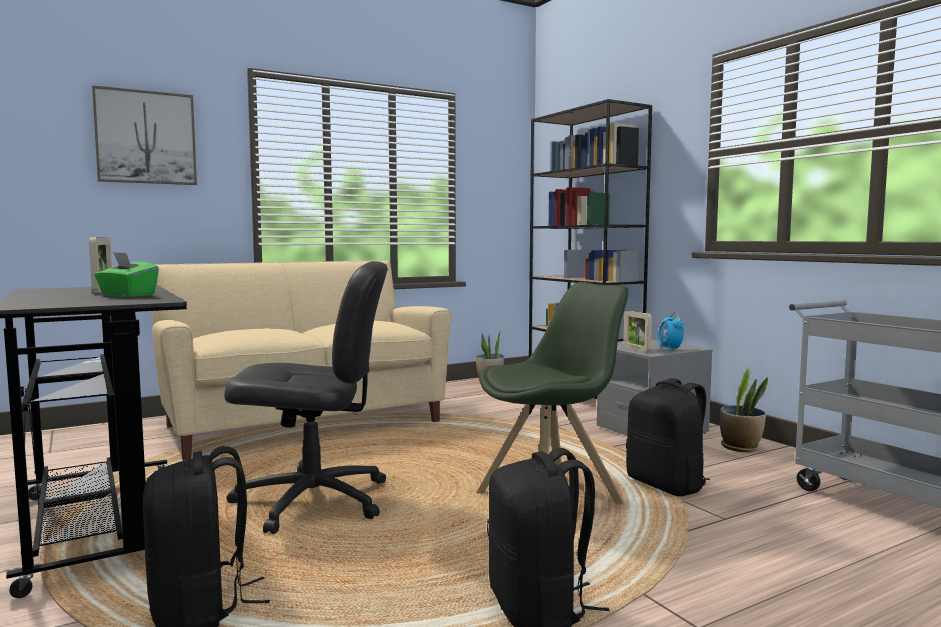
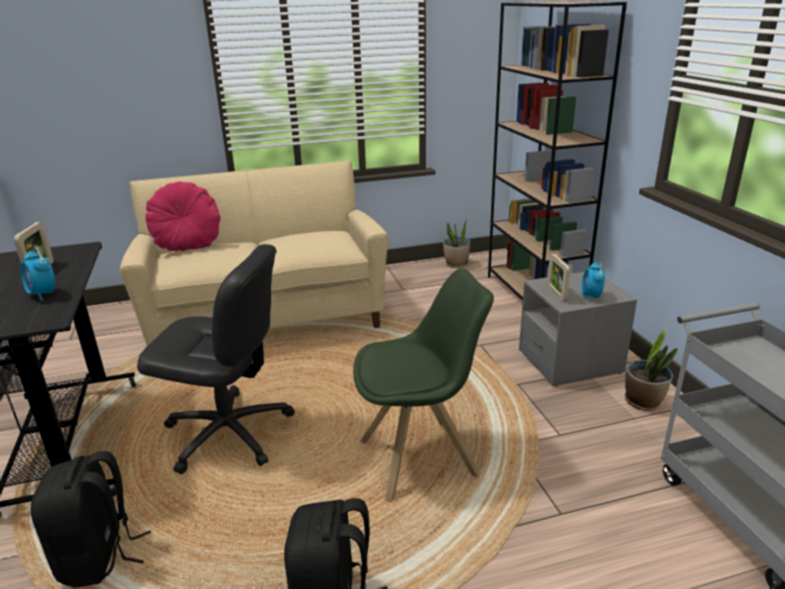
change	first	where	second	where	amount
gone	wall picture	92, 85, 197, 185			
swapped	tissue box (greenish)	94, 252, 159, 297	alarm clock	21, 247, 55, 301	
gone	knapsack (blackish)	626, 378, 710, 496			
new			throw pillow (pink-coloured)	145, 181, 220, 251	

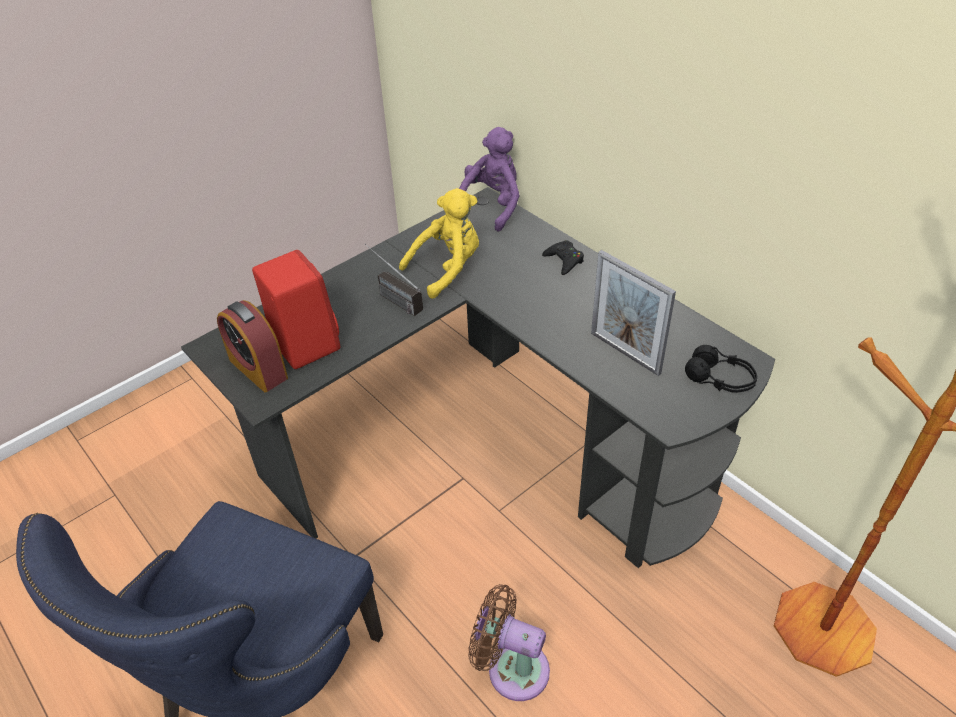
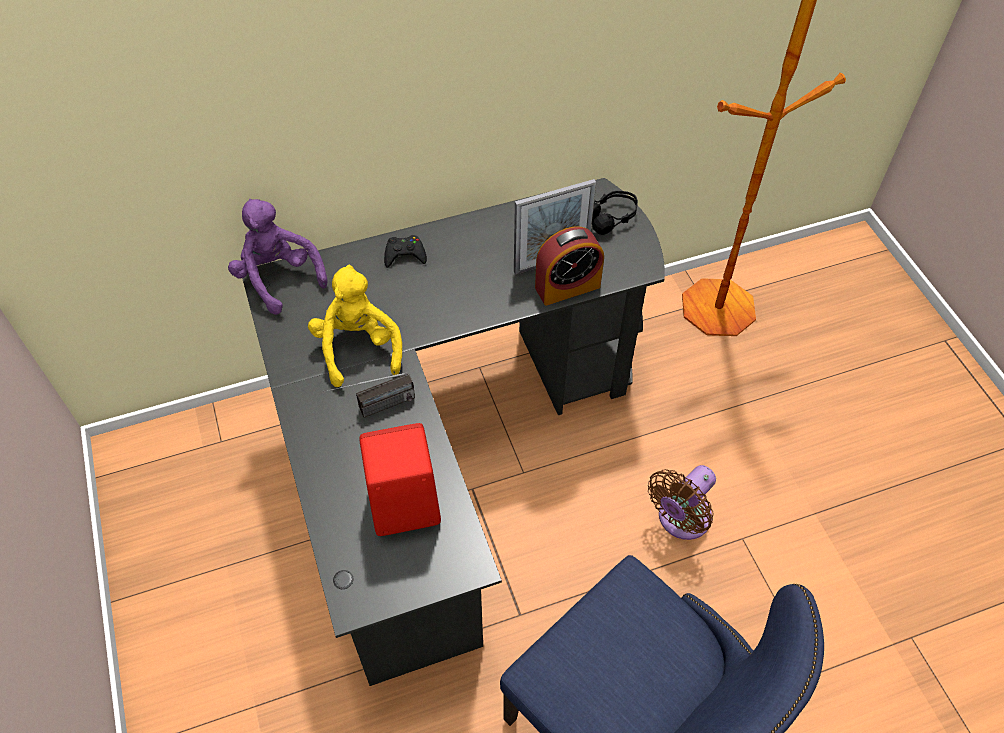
change	first	where	second	where	amount
shifted	alarm clock	217, 300, 288, 392		535, 227, 604, 305	

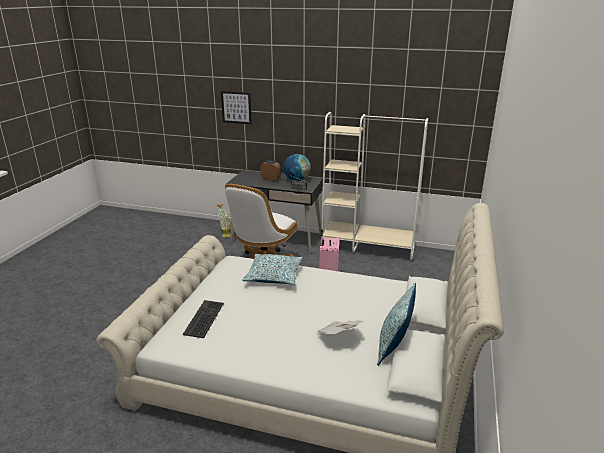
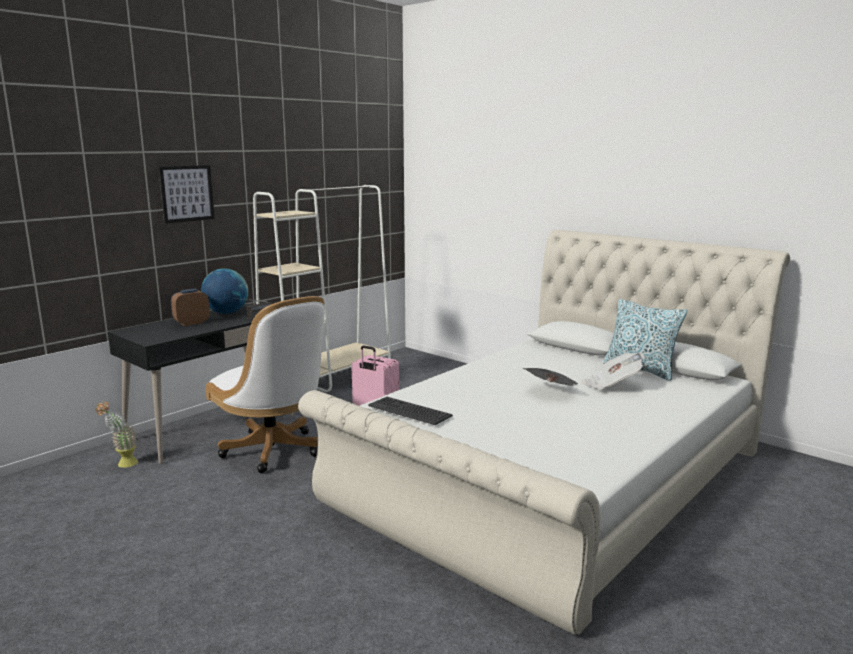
change	first	where	second	where	amount
shifted	wall picture	221, 91, 252, 124		159, 165, 215, 224	
gone	throw pillow	243, 254, 302, 285			
shifted	computer keyboard	183, 300, 224, 338		368, 397, 453, 425	
new			daily paper	523, 368, 578, 386	

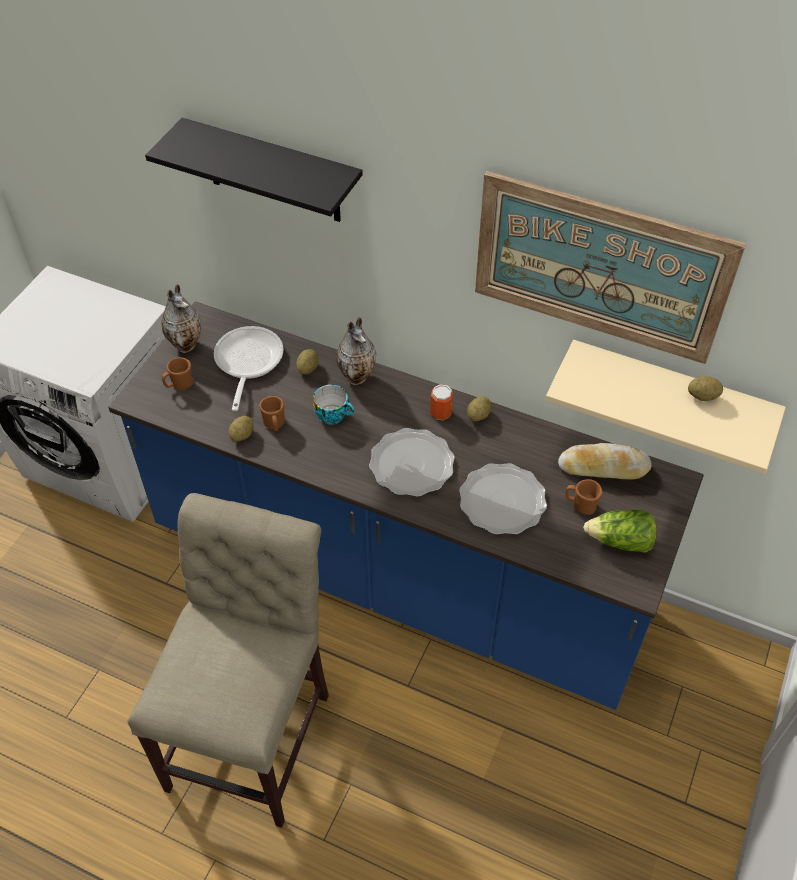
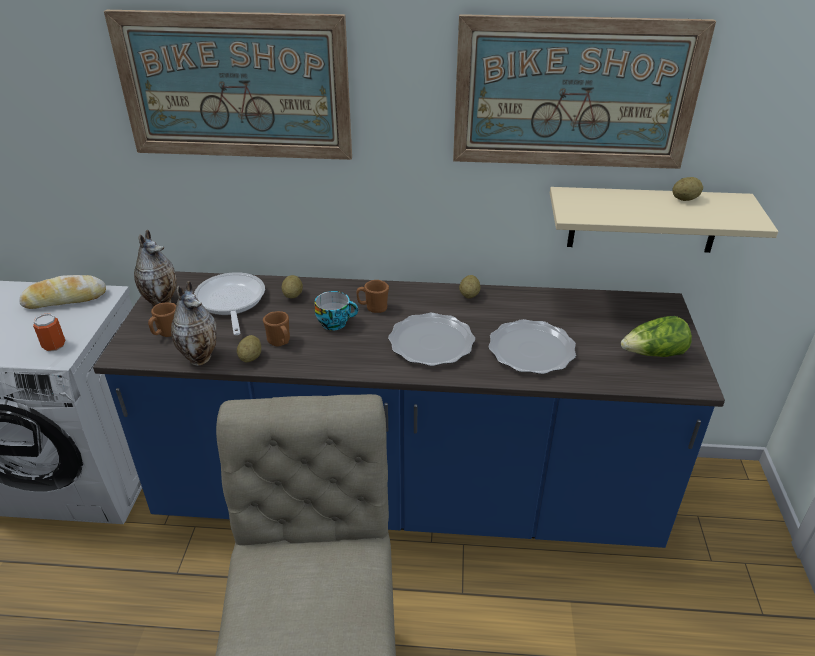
change	first	where	second	where	amount
swapped	wall shelf (blackish)	145, 118, 363, 222	wall picture	104, 10, 352, 160	
shifted	flower vase	336, 318, 377, 385		171, 281, 217, 366	
shifted	can	430, 384, 453, 420		33, 313, 65, 352	
shifted	baked bread	558, 443, 652, 479		19, 275, 106, 309	
shifted	mug (brown)	566, 479, 603, 515		357, 280, 389, 313	

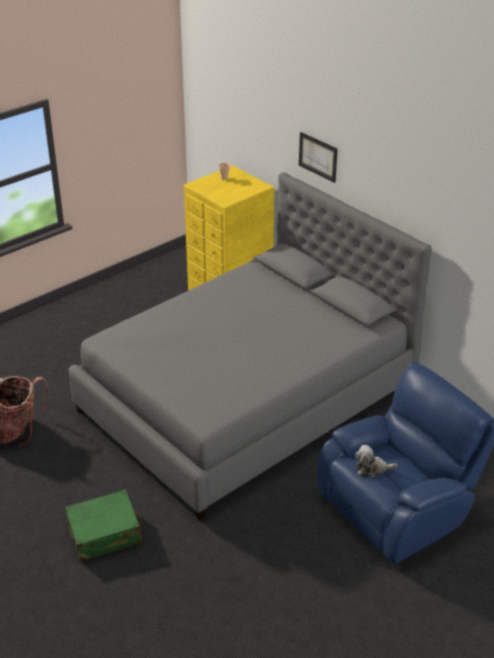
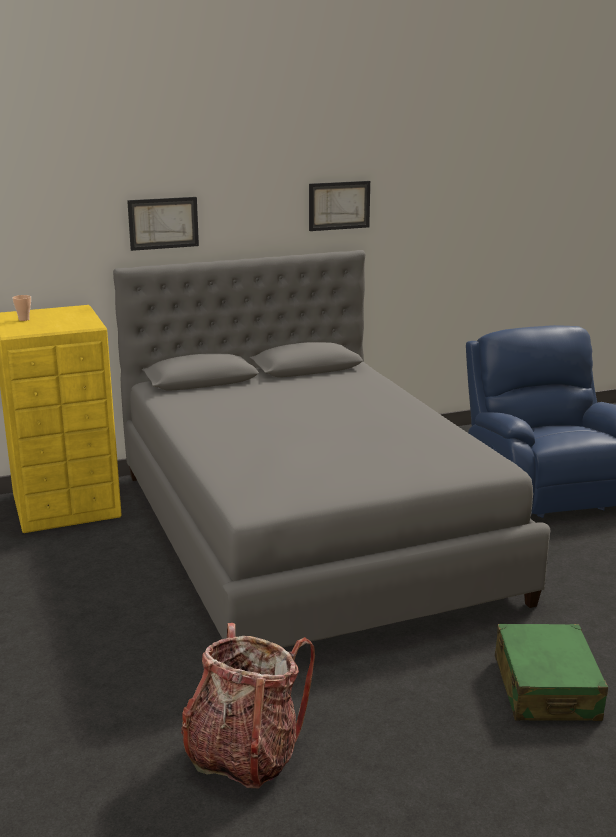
change	first	where	second	where	amount
gone	plush toy	355, 445, 398, 478			
new			wall picture	309, 181, 370, 231	

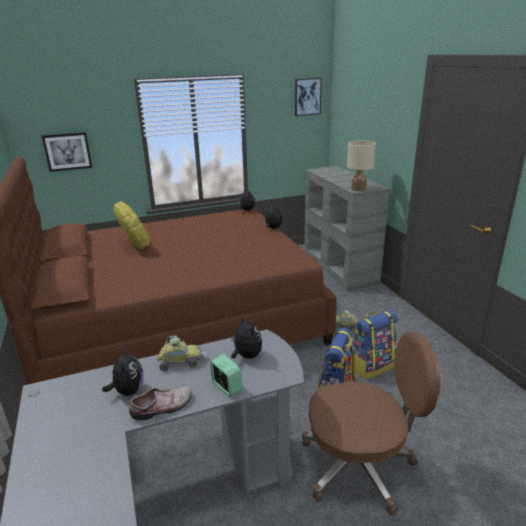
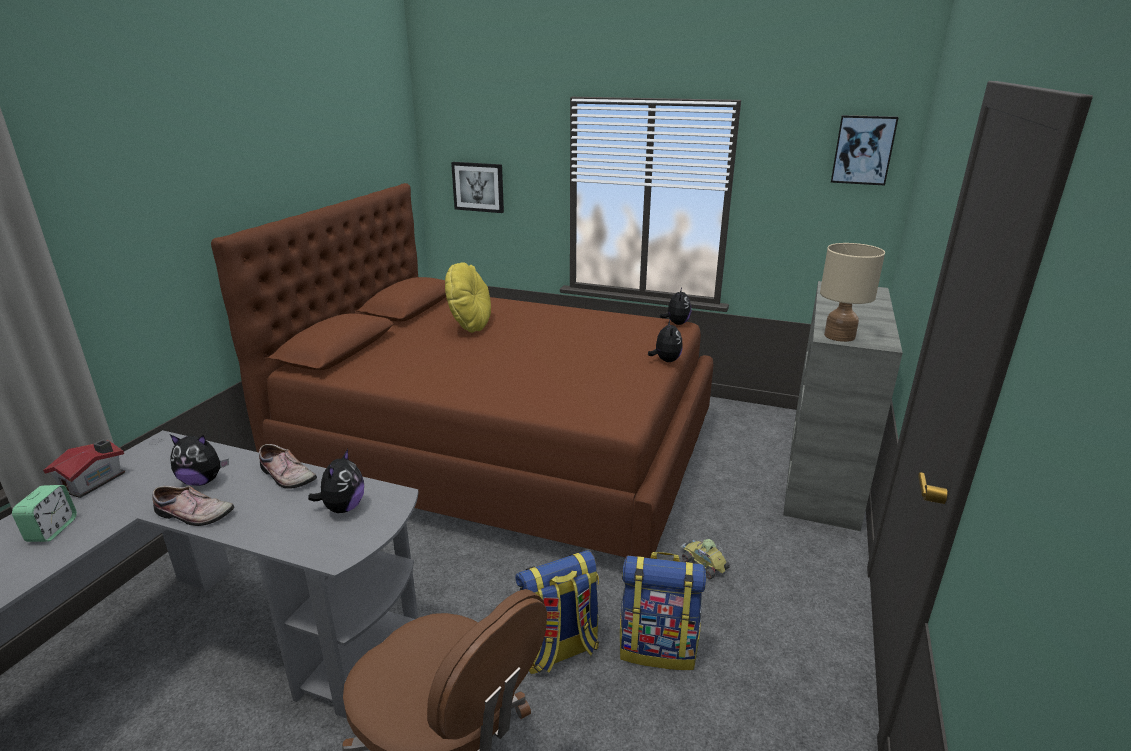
change	first	where	second	where	amount
swapped	toy car	157, 335, 206, 371	shoe	259, 444, 317, 489	
rotated	plush toy	102, 347, 144, 396		170, 435, 229, 486	60 degrees clockwise
shifted	alarm clock	210, 354, 243, 397		12, 485, 77, 542	
new			miniature house	43, 440, 125, 498	

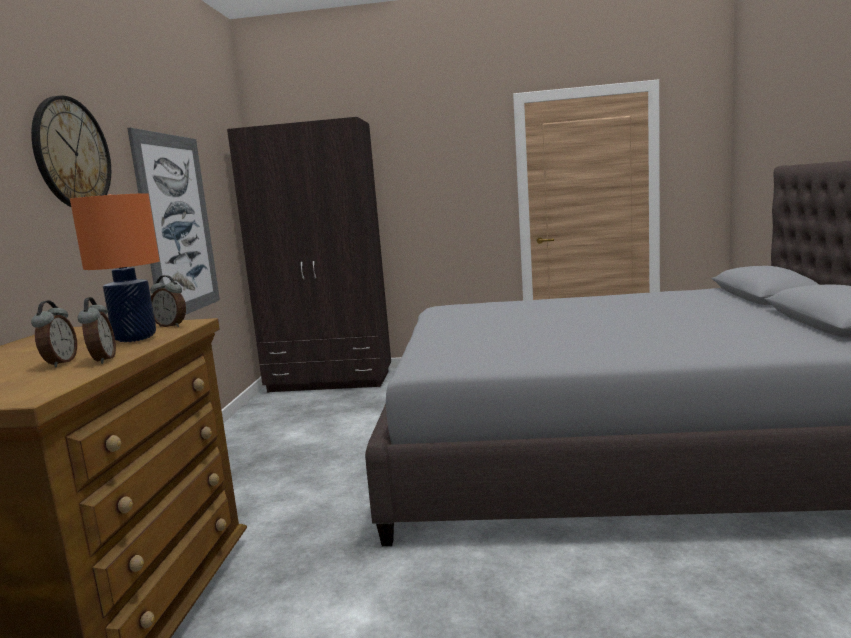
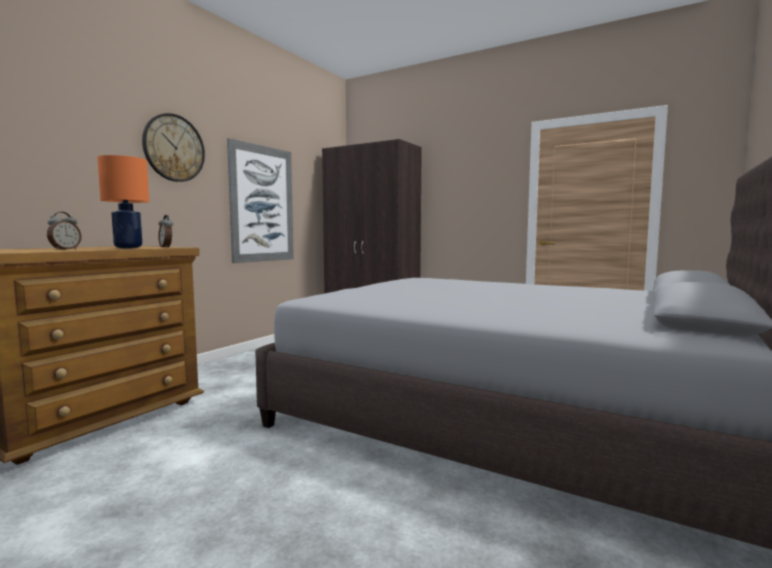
change	first	where	second	where	amount
gone	alarm clock	78, 297, 116, 364			

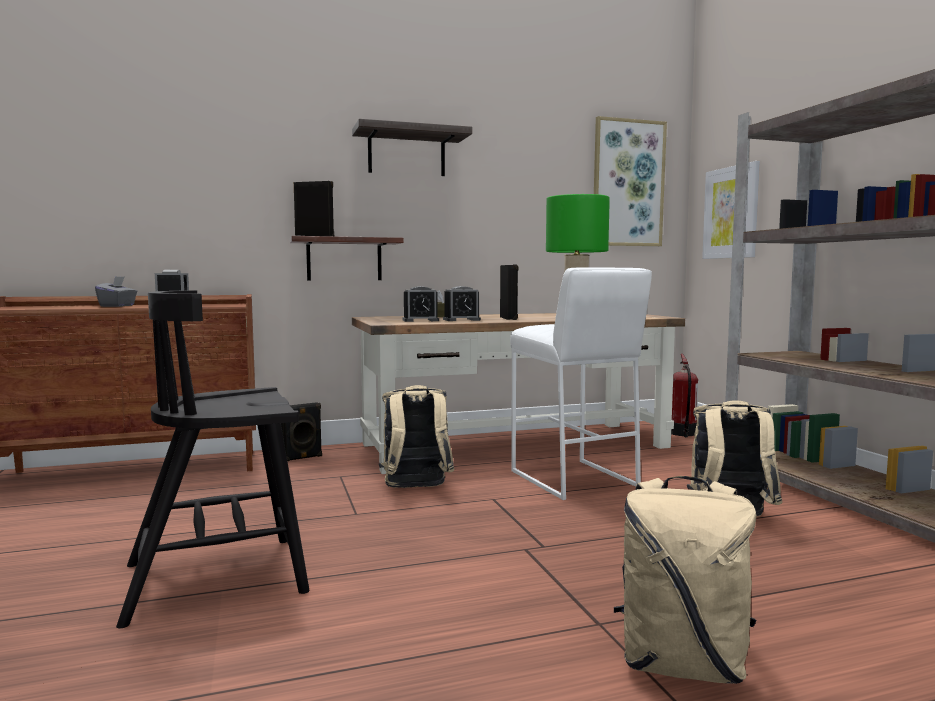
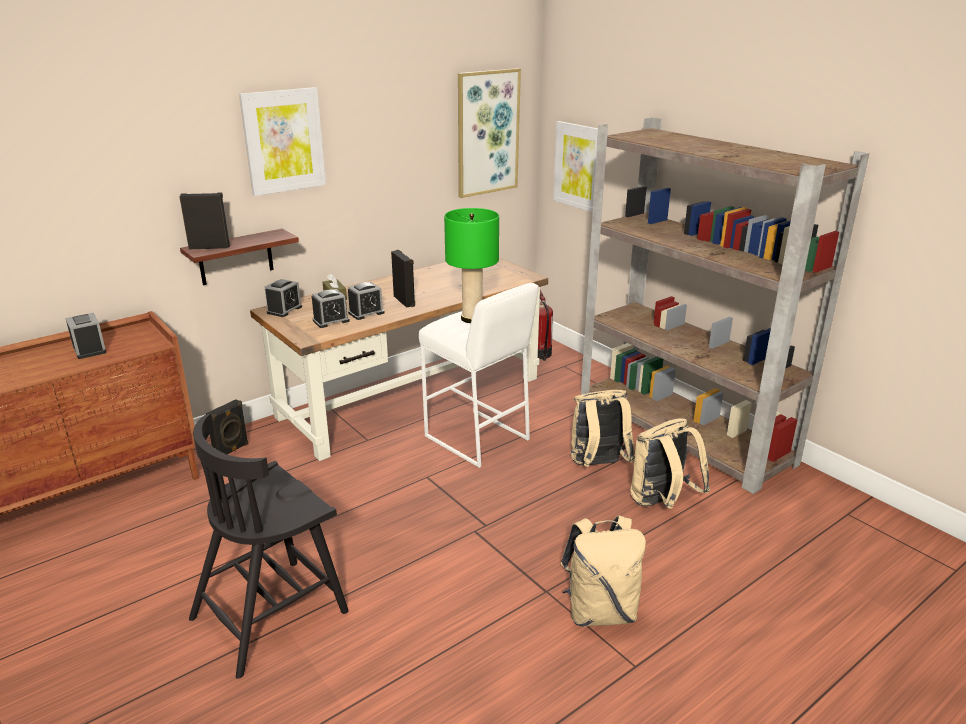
change	first	where	second	where	amount
swapped	wall shelf	352, 119, 472, 176	wall picture	239, 87, 326, 196	
gone	tissue box (gray)	95, 276, 137, 307			
shifted	knapsack (sand-coloured)	379, 385, 455, 488		631, 419, 710, 509	
new			alarm clock	265, 279, 302, 317	

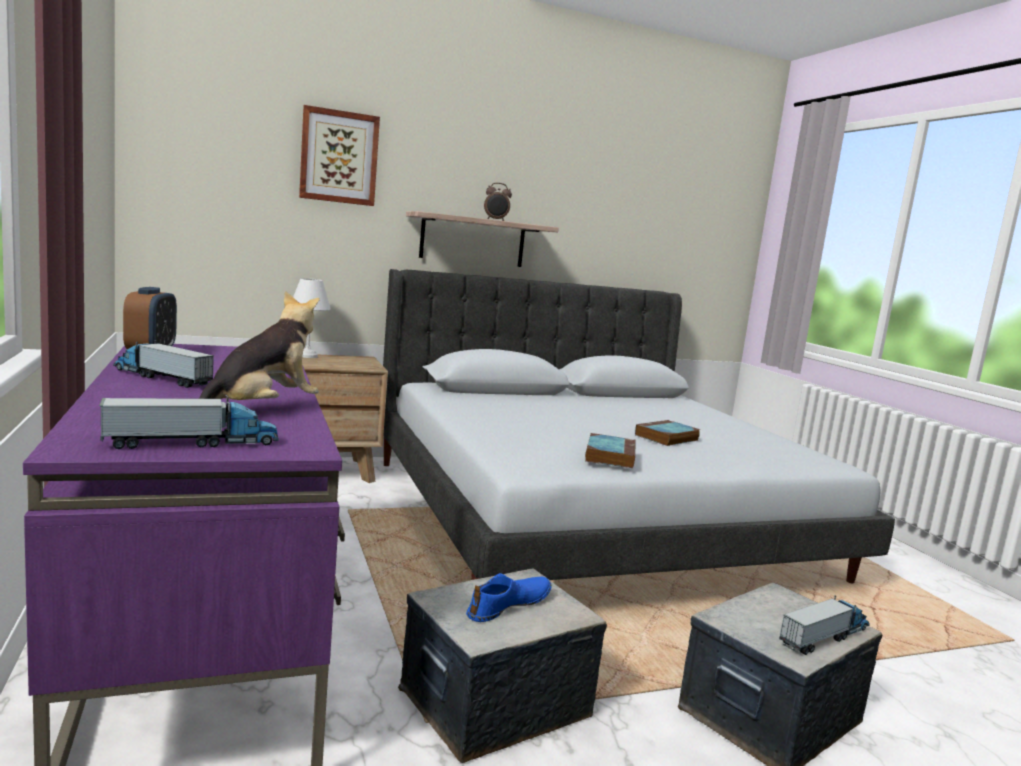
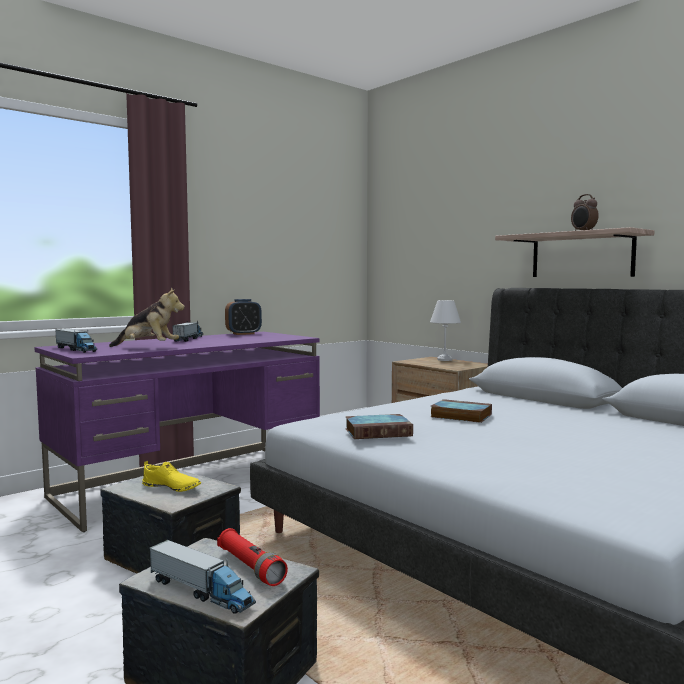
change	first	where	second	where	amount
gone	wall picture	299, 105, 380, 206			
shifted	book	635, 420, 700, 446		431, 399, 492, 423	
repainted	shoe (blue)	466, 573, 552, 622	shoe (yellow)	142, 460, 201, 492	
new			torch (reddish)	217, 528, 288, 586	

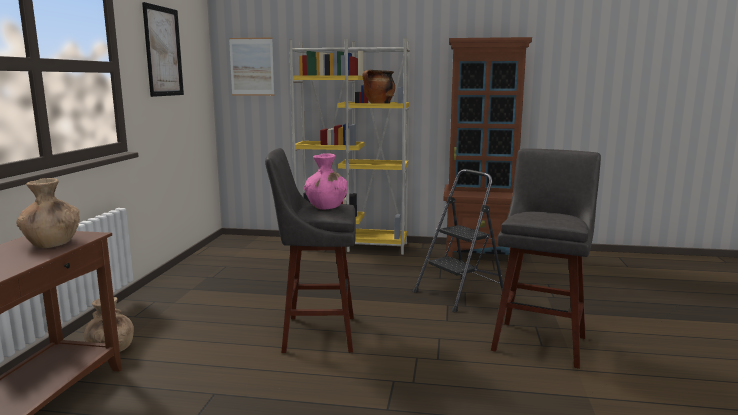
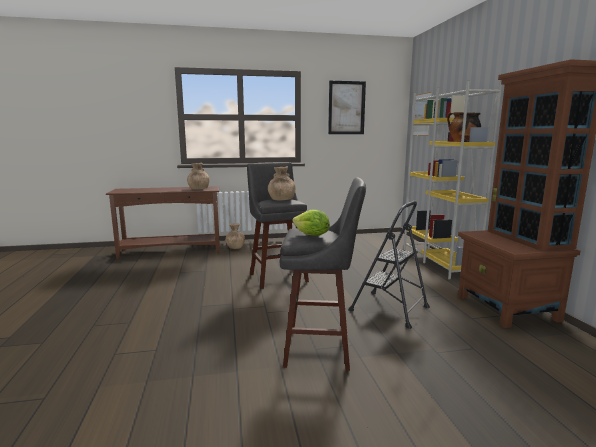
change	first	where	second	where	amount
repainted	flower vase (pink-coloured)	304, 153, 348, 209	flower vase (brown)	268, 167, 296, 201	
new			lettuce head	293, 210, 330, 236	

